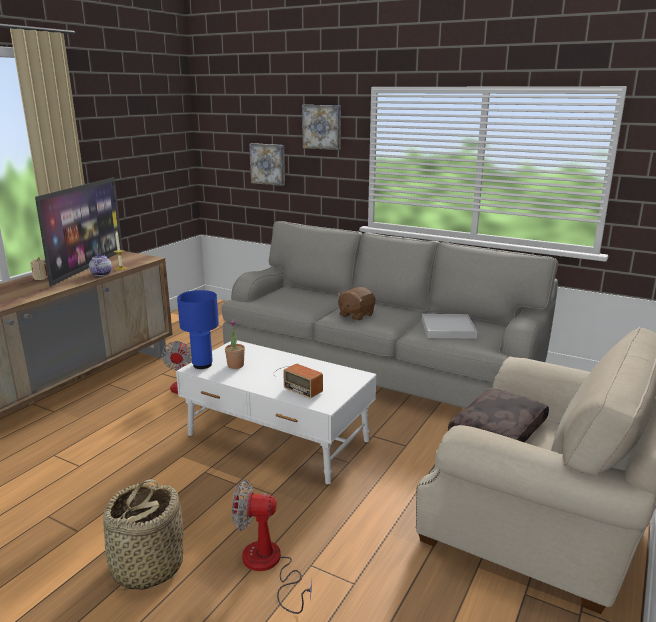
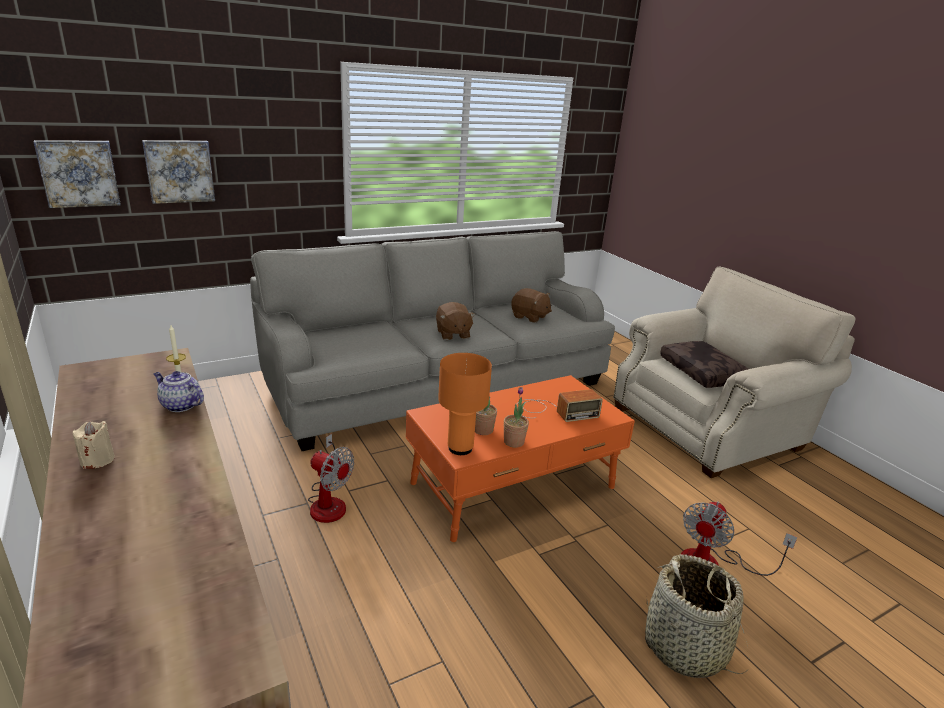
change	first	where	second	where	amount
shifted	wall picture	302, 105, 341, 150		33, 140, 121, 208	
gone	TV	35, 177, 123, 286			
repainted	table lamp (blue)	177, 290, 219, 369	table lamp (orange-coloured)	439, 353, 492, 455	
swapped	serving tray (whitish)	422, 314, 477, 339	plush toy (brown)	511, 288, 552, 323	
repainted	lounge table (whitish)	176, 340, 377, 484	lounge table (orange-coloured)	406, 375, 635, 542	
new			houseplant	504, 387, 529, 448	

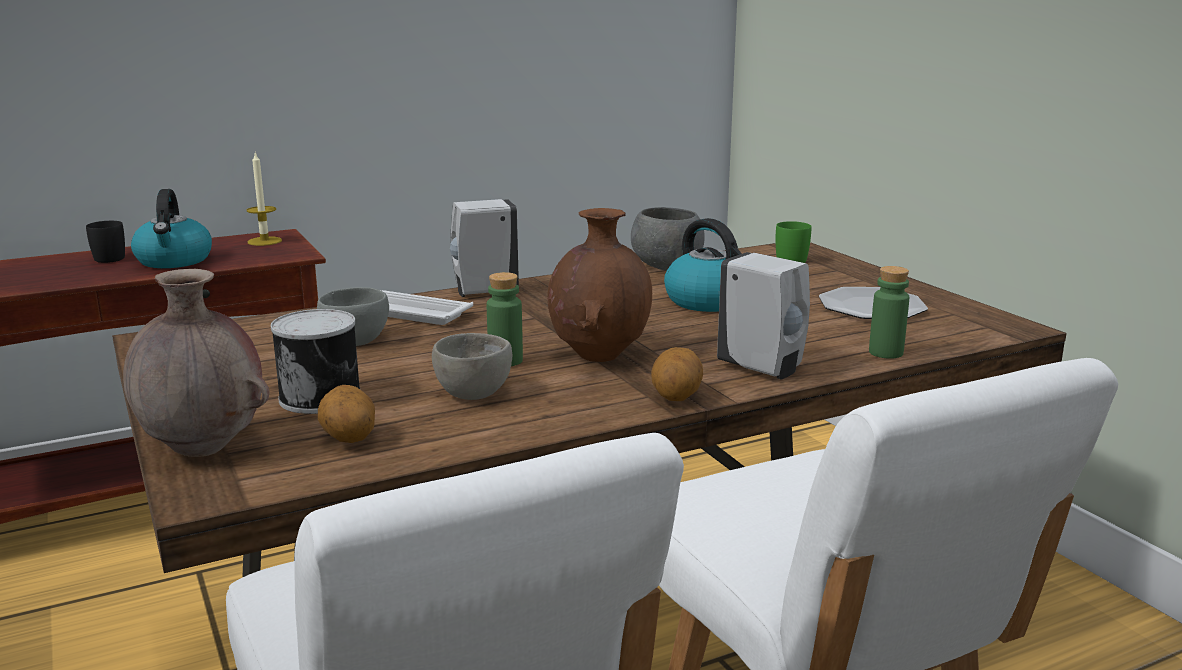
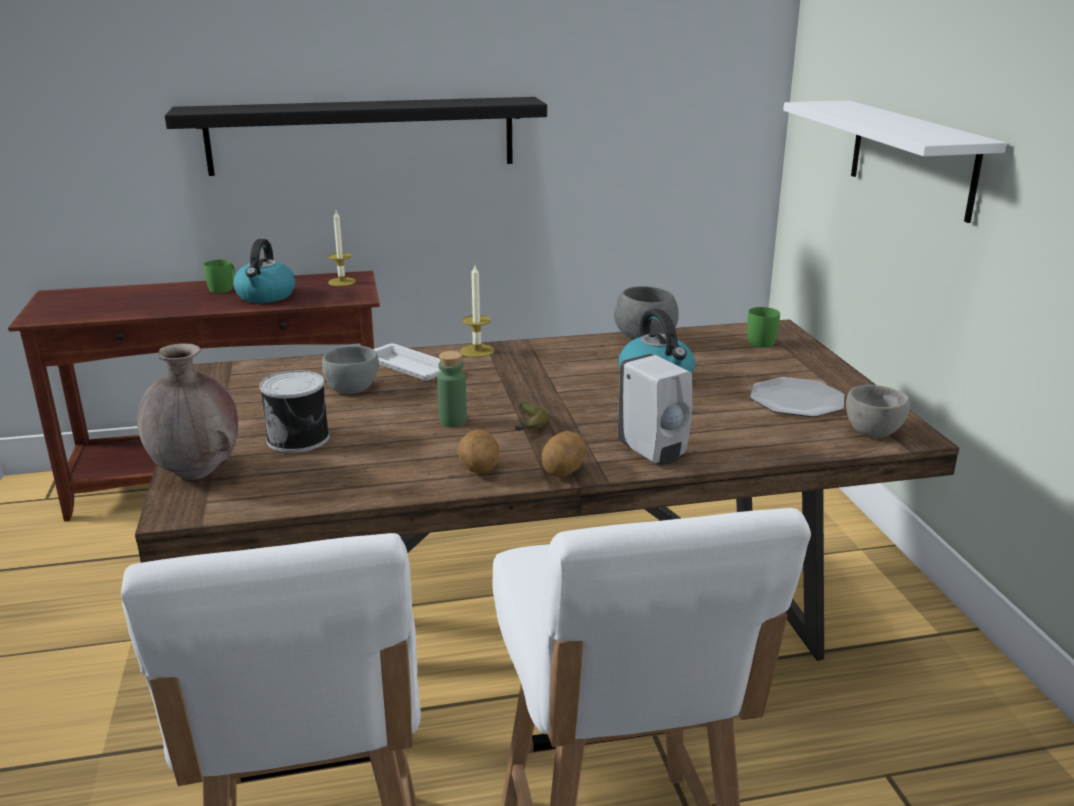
change	first	where	second	where	amount
swapped	liquid soap bottle (whitish)	450, 199, 519, 297	wax candle	460, 265, 494, 358	
swapped	flower vase (brown)	547, 208, 652, 362	banana fruit	515, 402, 548, 431	
repainted	mug (blackish)	86, 221, 125, 263	mug (greenish)	204, 259, 235, 293	
gone	bottle (greenish)	869, 266, 909, 359			
shifted	deep dish (gray)	432, 333, 512, 400		846, 385, 910, 438	
shifted	whole potato	318, 385, 375, 443		457, 429, 500, 474	
new			wall shelf (blackish)	165, 97, 547, 176	
new			wall shelf (whitish)	783, 100, 1007, 223	

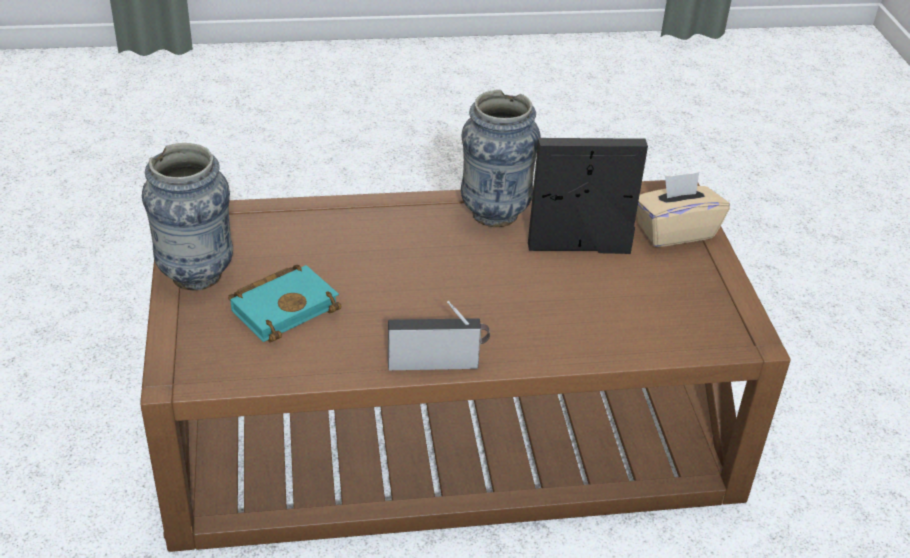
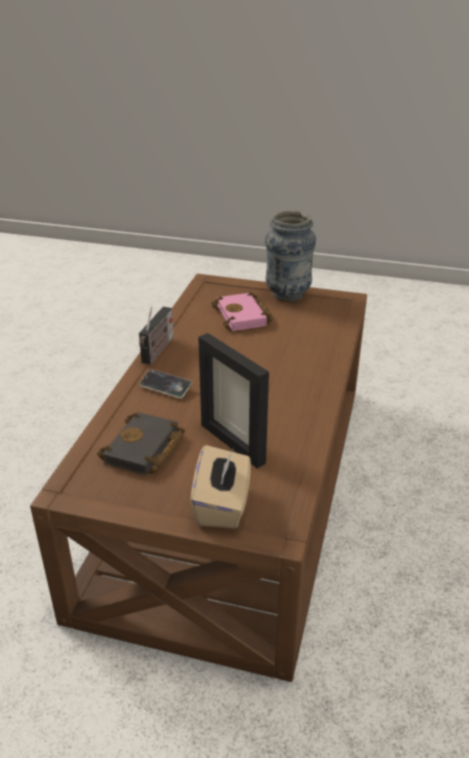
change	first	where	second	where	amount
gone	flower vase	461, 90, 540, 227			
rotated	picture frame	528, 138, 648, 254		198, 333, 269, 468	120 degrees clockwise
repainted	book (turquoise-coloured)	228, 265, 341, 343	book (pink-coloured)	211, 292, 273, 331	
new			handset	139, 369, 192, 399	
new			book (blackish)	97, 412, 185, 475	

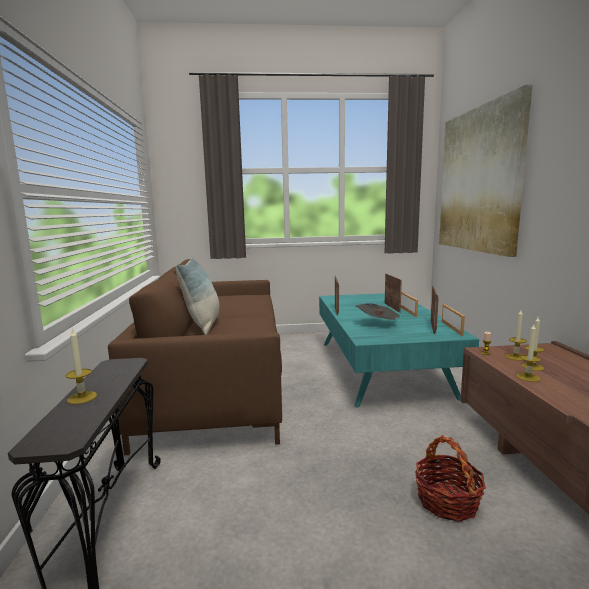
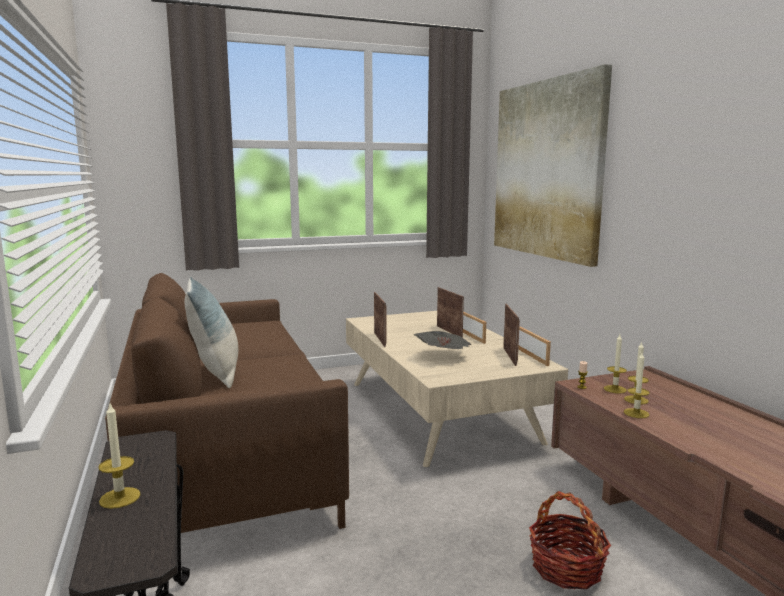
change	first	where	second	where	amount
repainted	lounge table (turquoise-coloured)	319, 293, 479, 407	lounge table (sand-coloured)	346, 311, 568, 467	

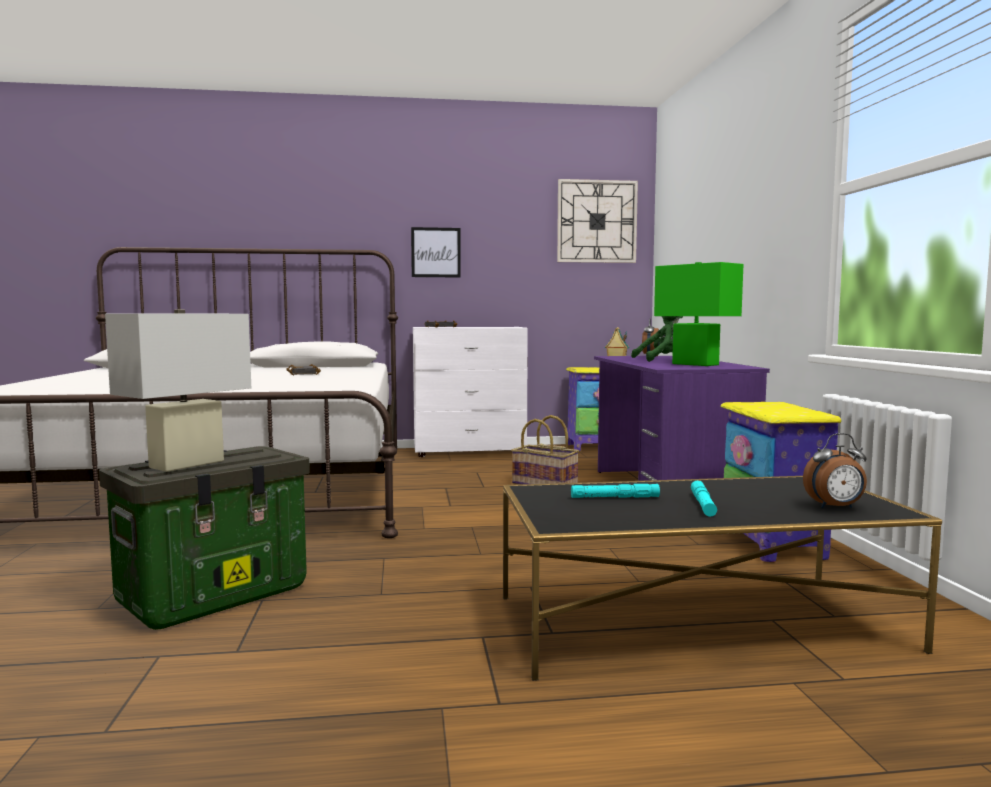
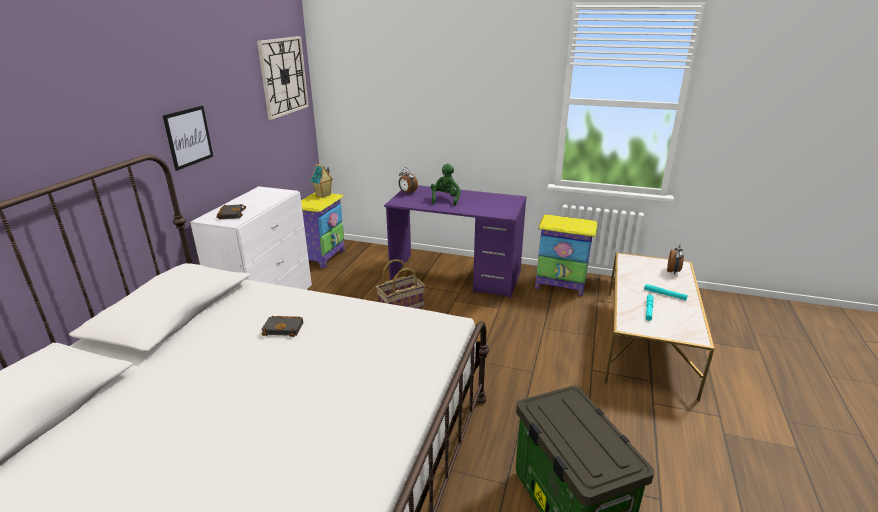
change	first	where	second	where	amount
gone	table lamp (greenish)	654, 262, 744, 366			
gone	table lamp (whitish)	105, 309, 251, 472			
repainted	lounge table (blackish)	503, 476, 942, 681	lounge table (whitish)	604, 252, 715, 401	

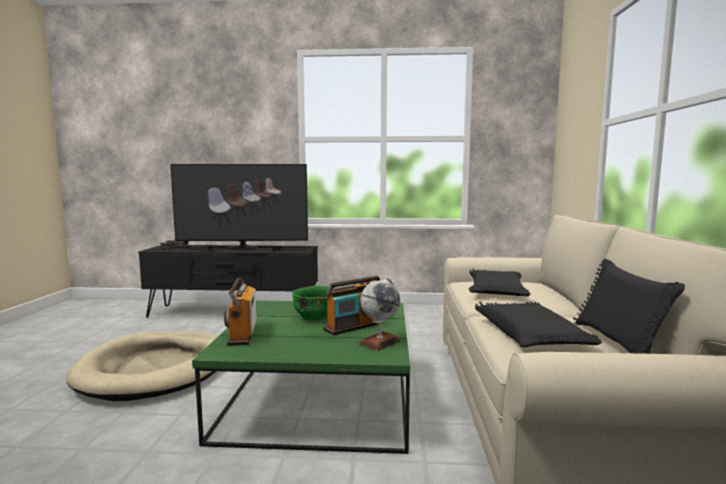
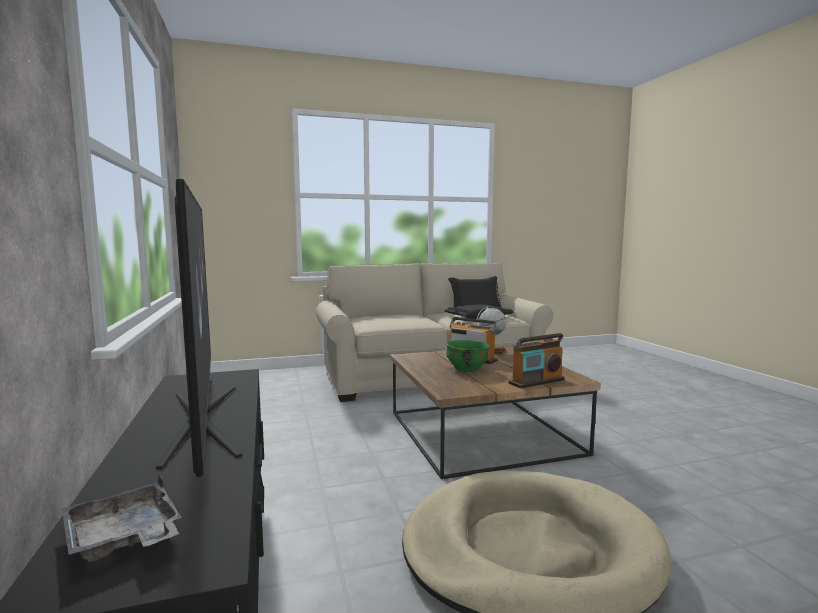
change	first	where	second	where	amount
gone	throw pillow (blackish)	469, 268, 530, 296			
repainted	lounge table (greenish)	192, 300, 410, 454	lounge table (brown)	390, 346, 601, 479	

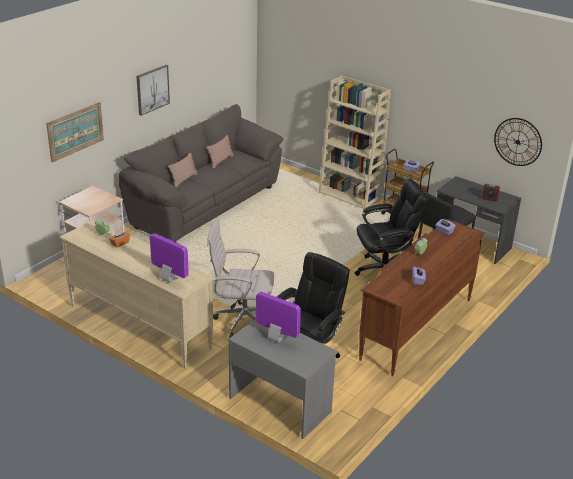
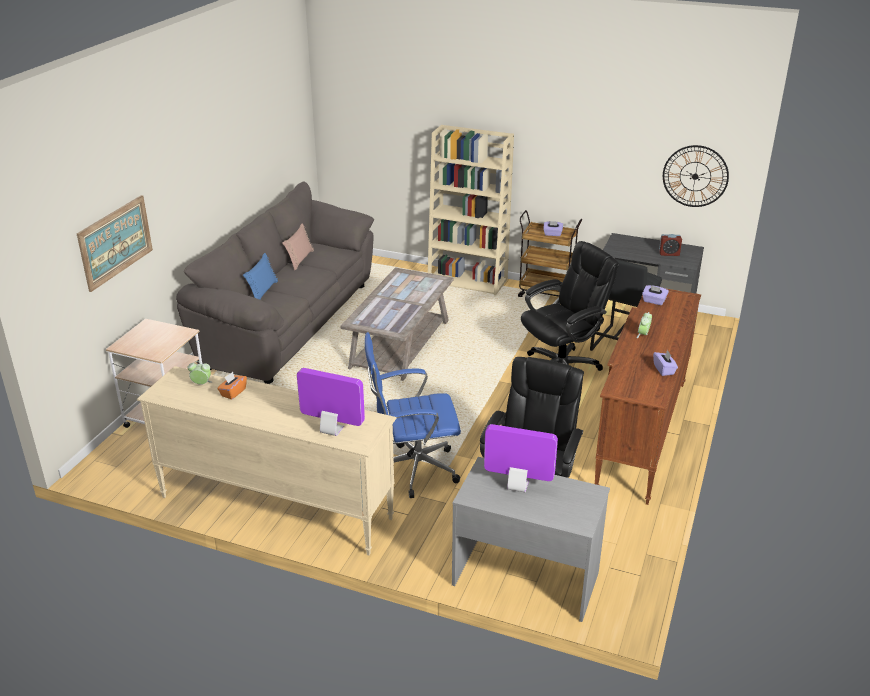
change	first	where	second	where	amount
gone	wall picture	137, 65, 170, 116			
repainted	throw pillow (sand-coloured)	168, 153, 198, 187	throw pillow (blue)	243, 253, 278, 300	
repainted	office chair (whitish)	207, 218, 275, 338	office chair (blue)	365, 332, 461, 498	
new			lounge table	341, 267, 453, 381	

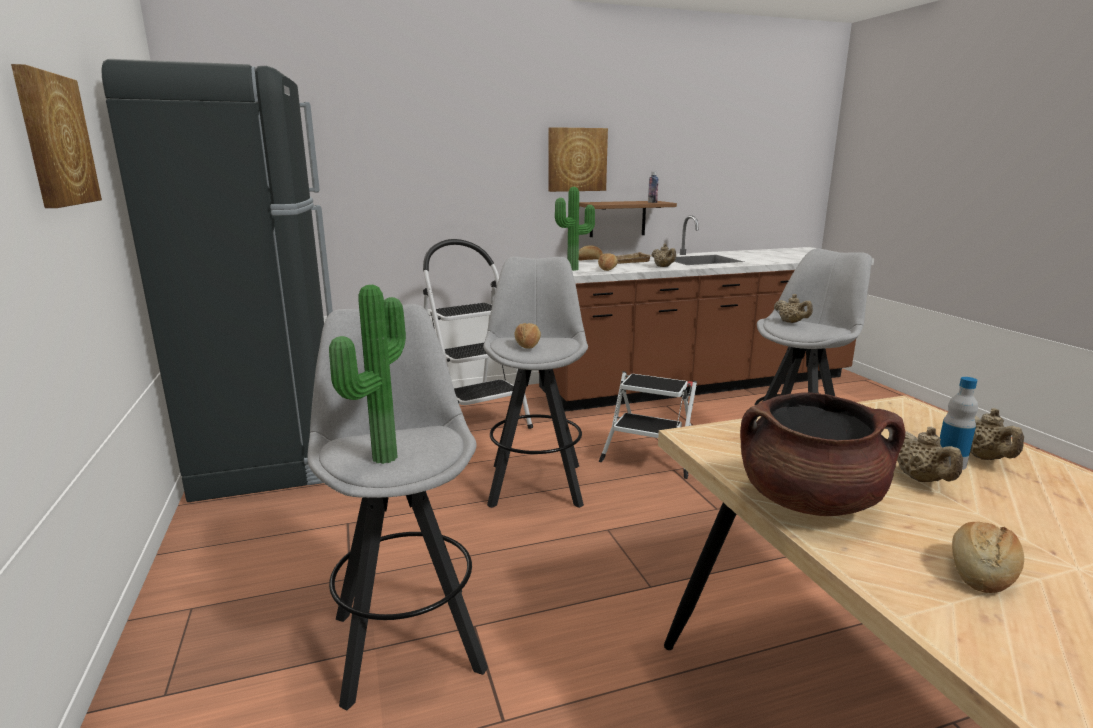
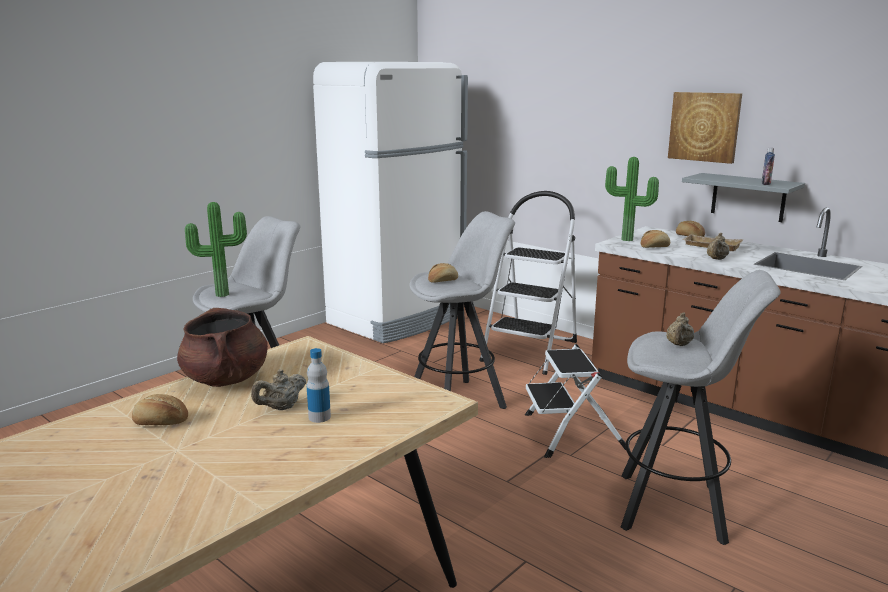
change	first	where	second	where	amount
repainted	kitchen fridge (blackish)	102, 59, 333, 502	kitchen fridge (whitish)	313, 62, 468, 343	
gone	wall picture	11, 64, 102, 208			
repainted	wall shelf (brown)	579, 201, 677, 237	wall shelf (gray)	682, 173, 805, 222	
gone	pot for tea (sand-coloured)	970, 408, 1024, 460			

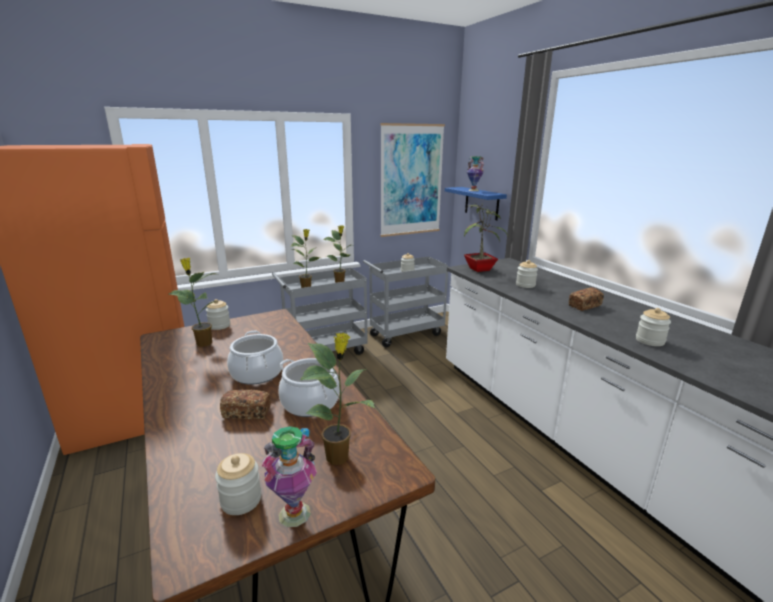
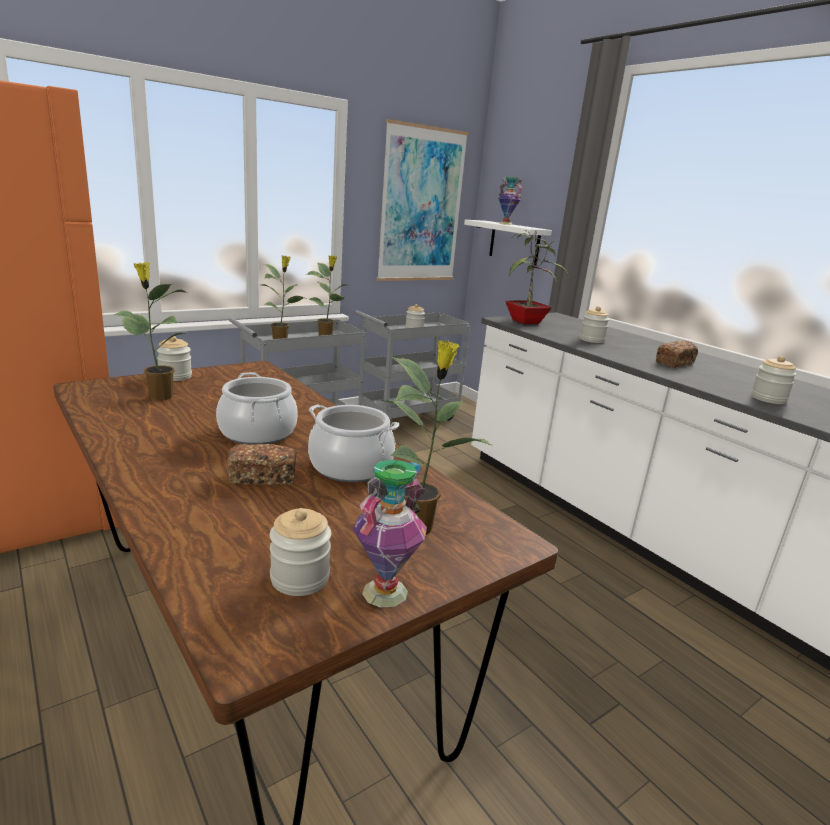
change	first	where	second	where	amount
repainted	wall shelf (blue)	445, 187, 507, 220	wall shelf (whitish)	464, 220, 552, 265	

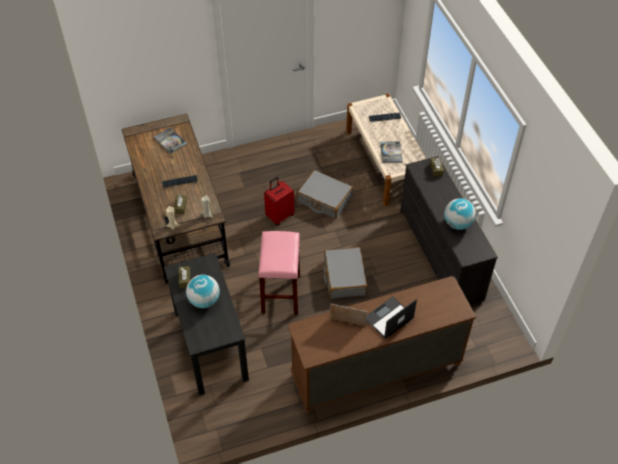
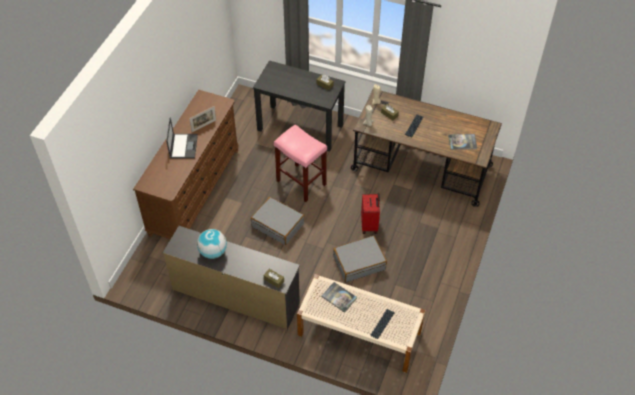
change	first	where	second	where	amount
gone	world globe	186, 275, 220, 308			

